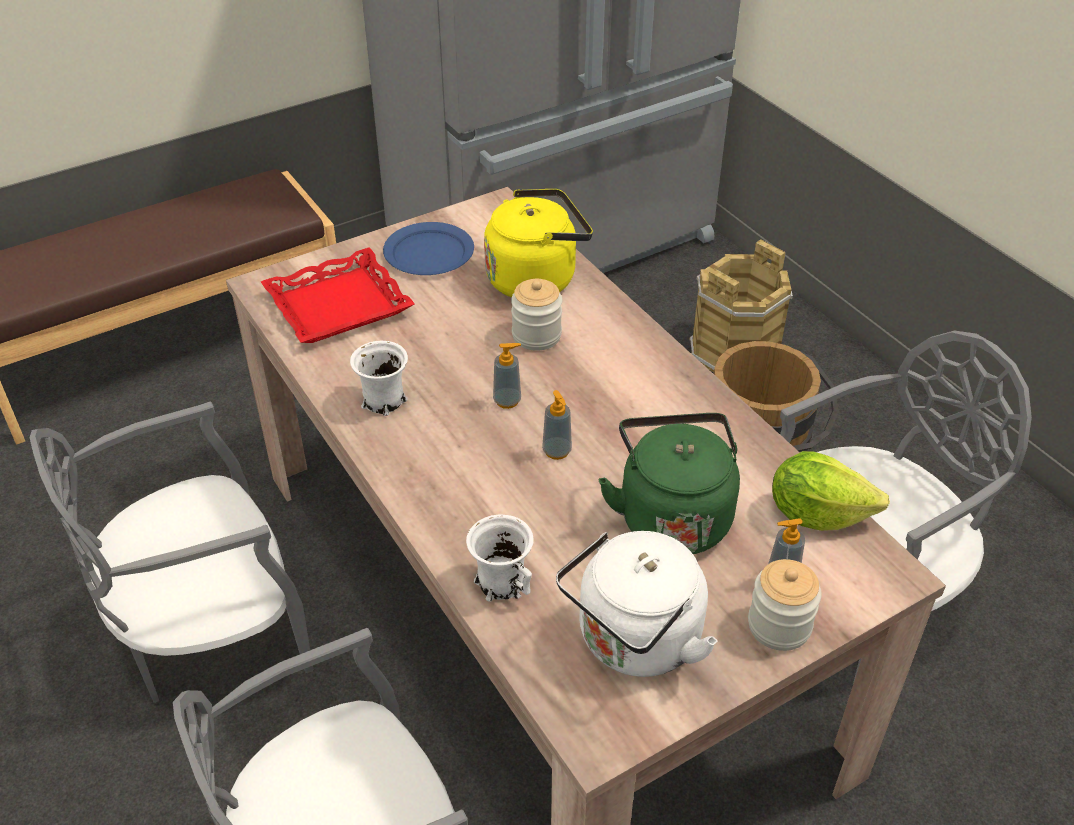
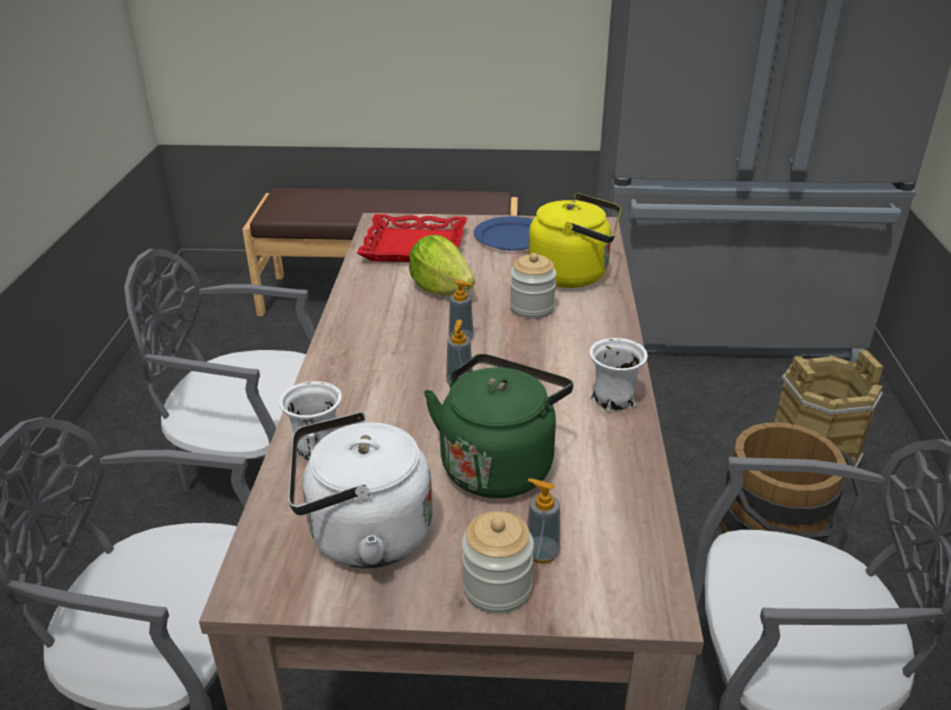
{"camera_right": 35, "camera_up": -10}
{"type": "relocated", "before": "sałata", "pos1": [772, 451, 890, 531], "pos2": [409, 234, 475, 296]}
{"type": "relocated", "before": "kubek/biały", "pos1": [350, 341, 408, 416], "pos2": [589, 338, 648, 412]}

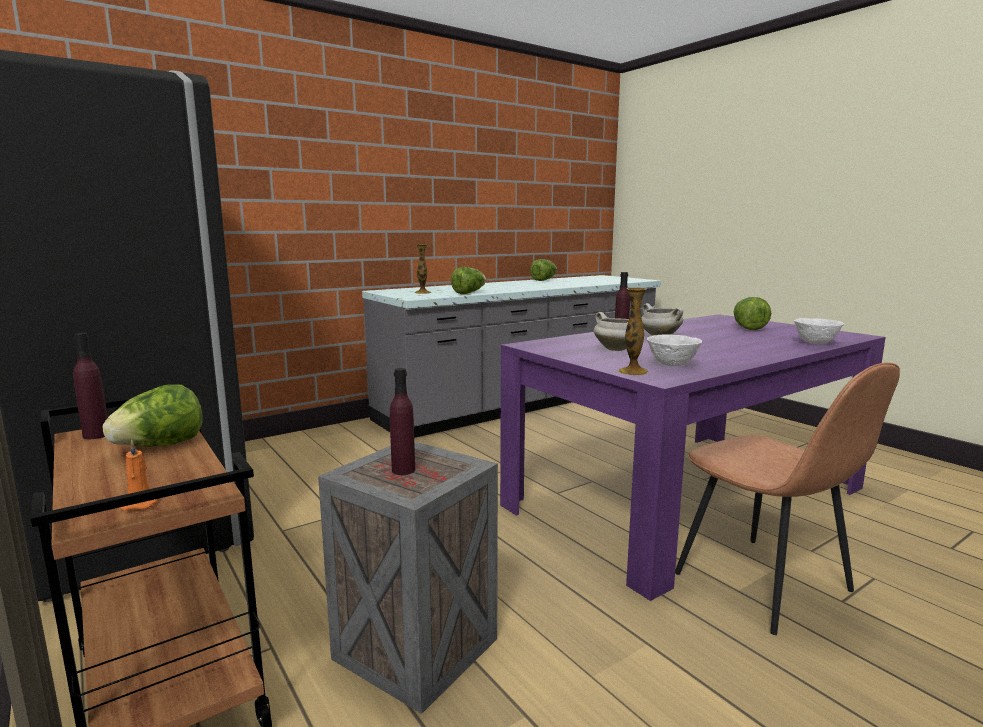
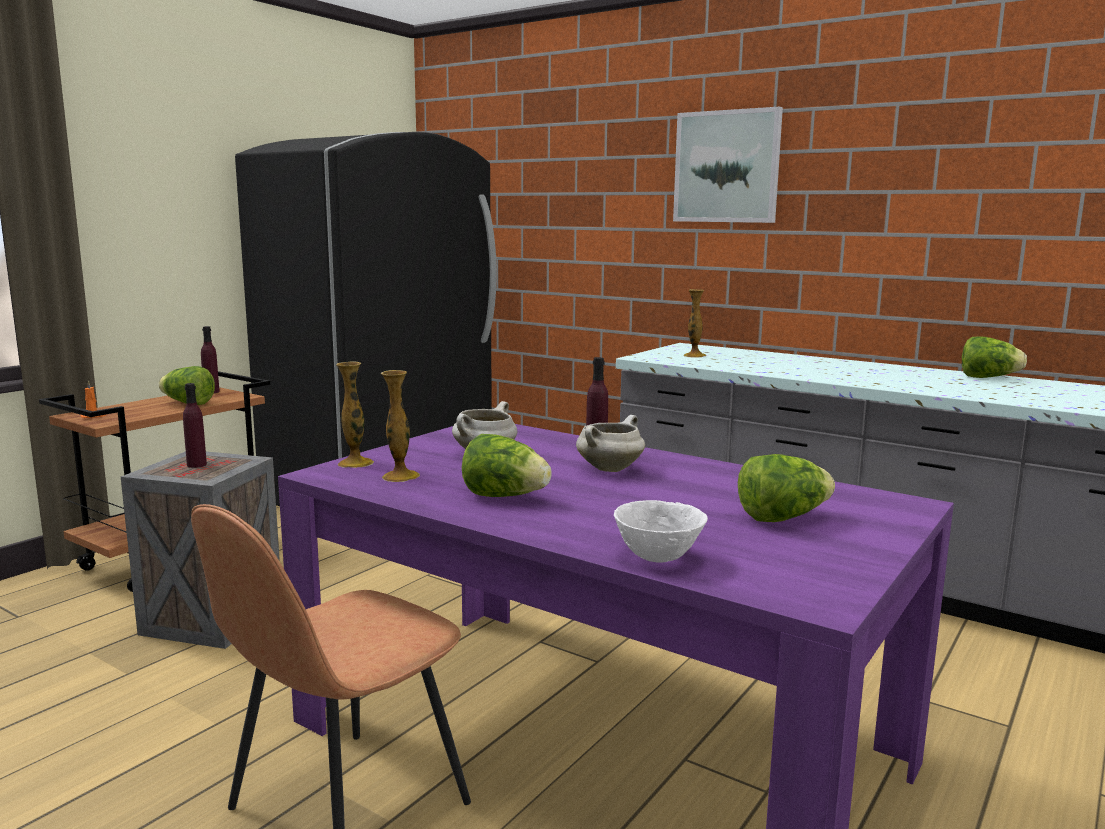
{"camera_right": 70, "camera_up": 0}
{"type": "exchanged", "before": "miska/biały", "after": "wazon", "pos1": [647, 334, 702, 366], "pos2": [381, 370, 420, 482]}
{"type": "relocated", "before": "sałata", "pos1": [451, 267, 486, 294], "pos2": [462, 434, 552, 497]}
{"type": "appeared", "after": "obraz", "pos2": [673, 107, 783, 223]}

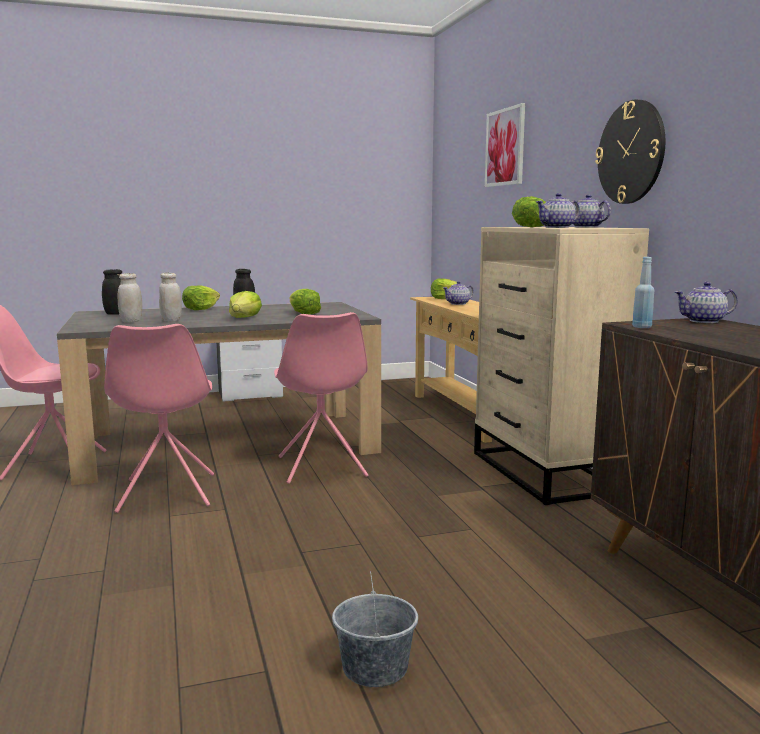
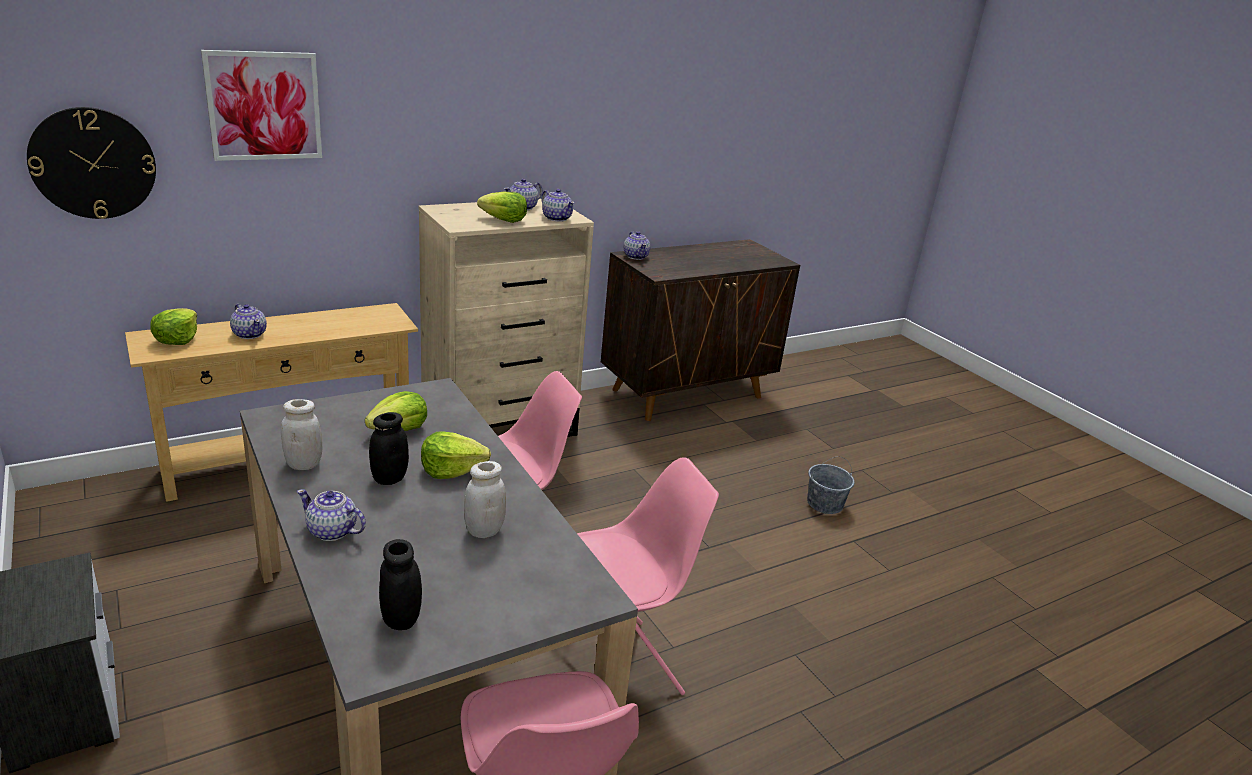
{"camera_right": -105, "camera_up": 15}
{"type": "relocated", "before": "zegar ścienny", "pos1": [595, 100, 665, 204], "pos2": [27, 107, 156, 219]}
{"type": "relocated", "before": "słoik/biały", "pos1": [118, 273, 142, 323], "pos2": [281, 399, 322, 470]}
{"type": "exchanged", "before": "sałata", "after": "imbryk", "pos1": [182, 286, 220, 310], "pos2": [297, 489, 366, 541]}
{"type": "missing", "before": "butelka/niebieski", "pos1": [632, 257, 654, 328]}

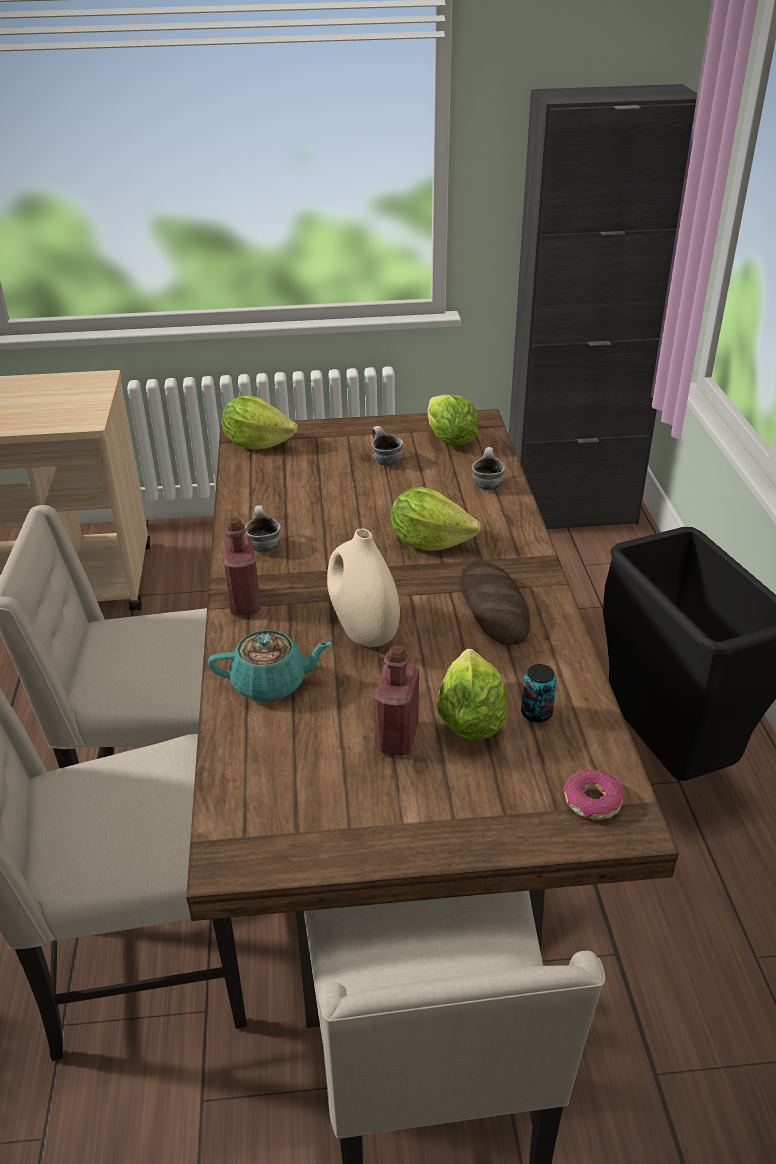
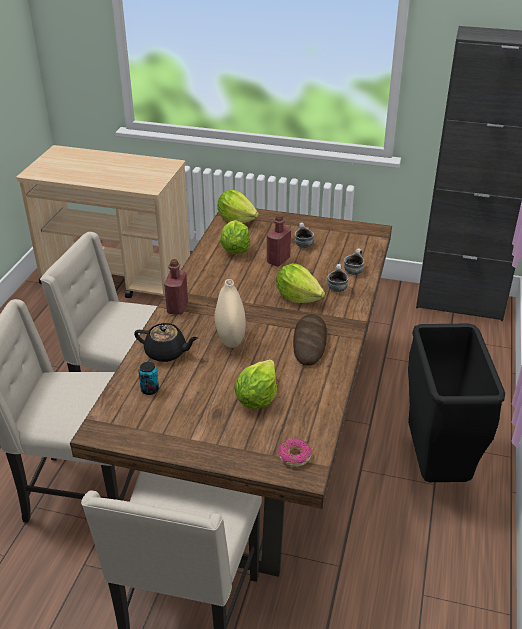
{"camera_right": 20, "camera_up": 0}
{"type": "colour", "before": "imbryk/turkusowy", "after": "imbryk/czarny", "pos1": [208, 630, 331, 701], "pos2": [134, 323, 198, 362]}
{"type": "relocated", "before": "puszka", "pos1": [521, 664, 557, 723], "pos2": [139, 362, 159, 395]}
{"type": "relocated", "before": "sałata", "pos1": [427, 395, 478, 445], "pos2": [220, 220, 250, 254]}
{"type": "relocated", "before": "butelka/czerwony", "pos1": [374, 645, 419, 756], "pos2": [267, 214, 291, 267]}
{"type": "relocated", "before": "kubek", "pos1": [245, 505, 281, 552], "pos2": [327, 264, 349, 292]}

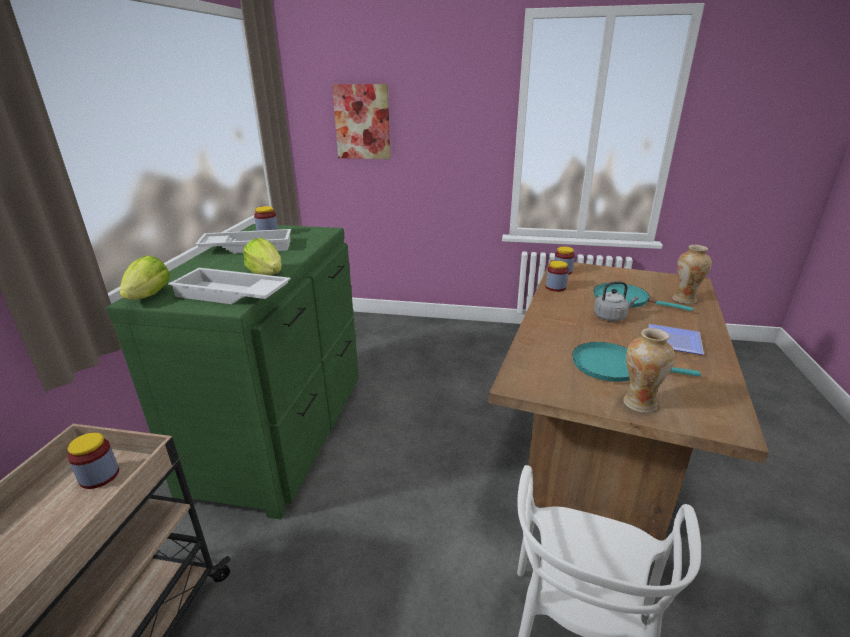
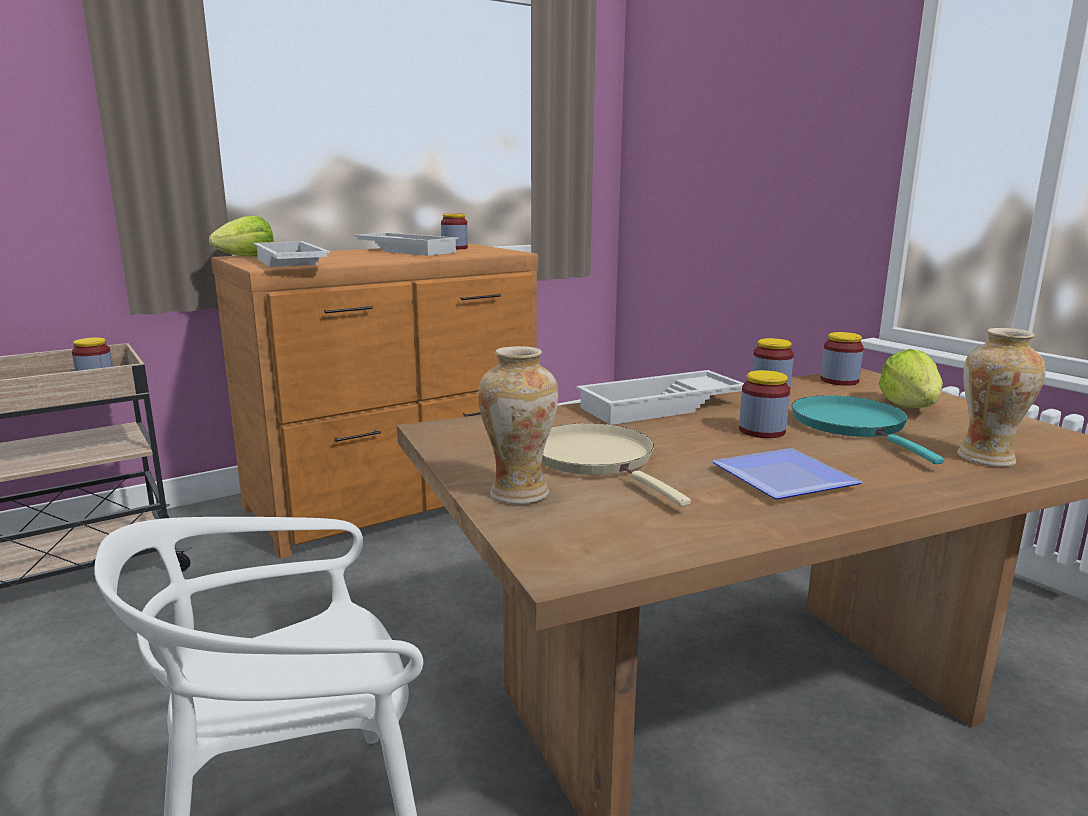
{"camera_right": 45, "camera_up": -10}
{"type": "colour", "before": "komoda/zielony", "after": "komoda/brązowy", "pos1": [106, 224, 359, 520], "pos2": [211, 244, 538, 559]}
{"type": "colour", "before": "patelnia/turkusowy", "after": "patelnia/beżowy", "pos1": [572, 342, 701, 382], "pos2": [542, 423, 691, 507]}
{"type": "appeared", "after": "taca/biały", "pos2": [576, 370, 744, 425]}
{"type": "exchanged", "before": "czajnik/szary", "after": "słoik", "pos1": [594, 281, 638, 321], "pos2": [739, 370, 790, 438]}
{"type": "relocated", "before": "sałata", "pos1": [243, 238, 282, 275], "pos2": [879, 349, 943, 408]}
{"type": "missing", "before": "obraz", "pos1": [332, 84, 391, 159]}

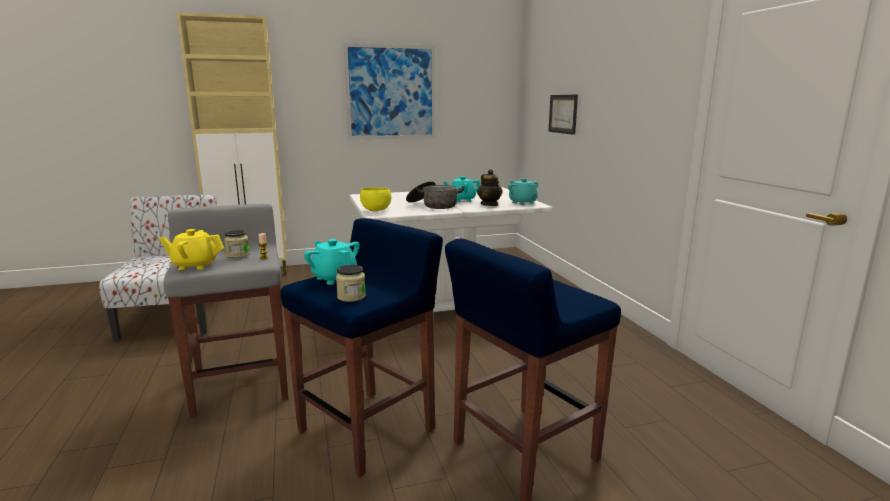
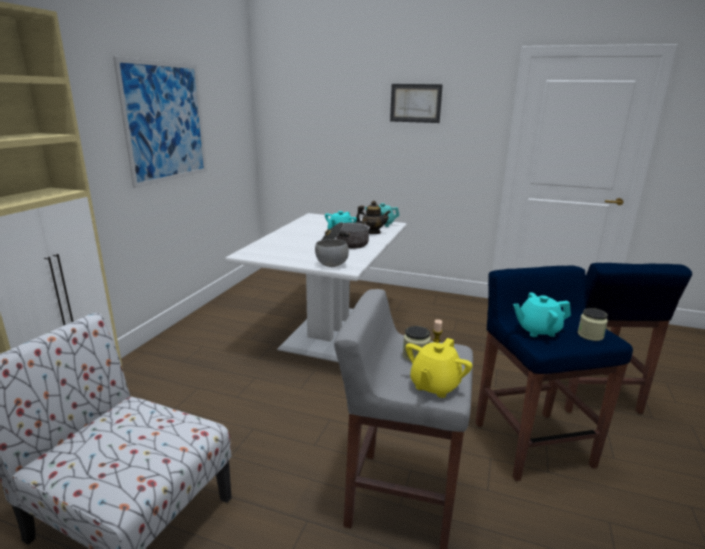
{"camera_right": -55, "camera_up": 5}
{"type": "colour", "before": "miska/żółty", "after": "miska/szary", "pos1": [360, 187, 391, 211], "pos2": [315, 239, 349, 267]}
{"type": "relocated", "before": "obraz", "pos1": [548, 94, 578, 135], "pos2": [390, 84, 443, 123]}

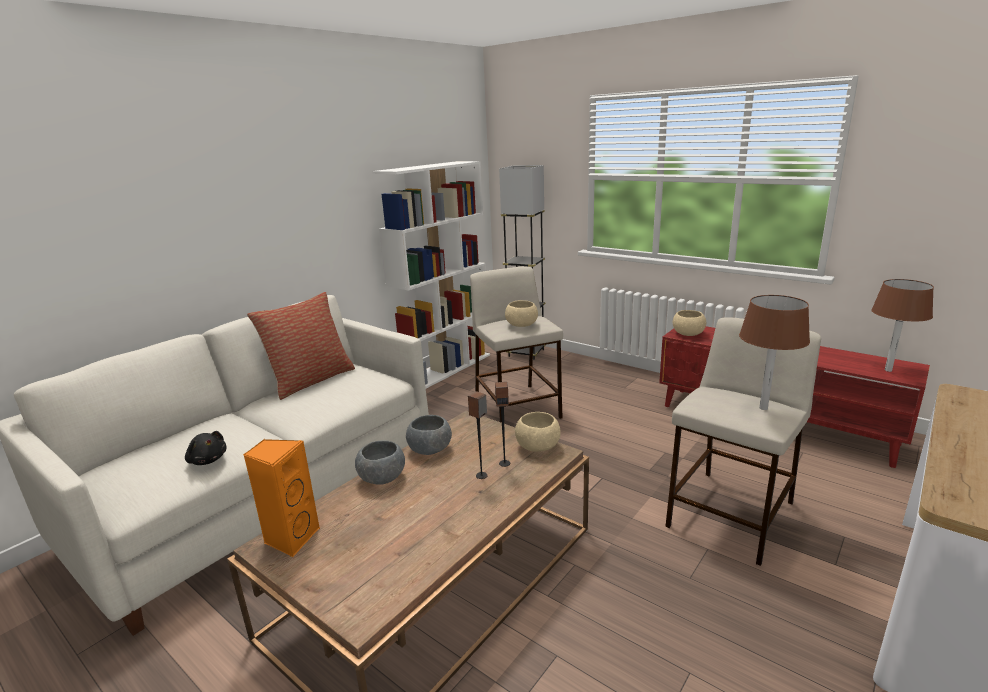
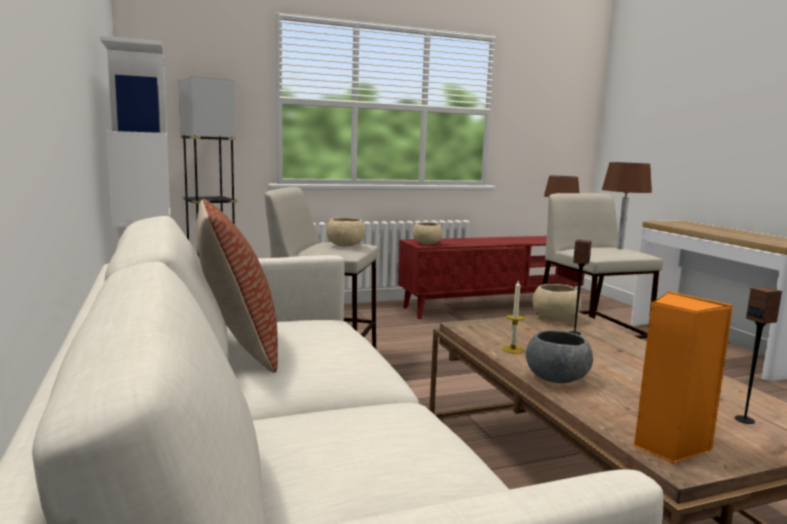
{"camera_right": -60, "camera_up": -10}
{"type": "exchanged", "before": "miska/szary", "after": "świeca", "pos1": [406, 415, 452, 455], "pos2": [502, 281, 525, 354]}
{"type": "relocated", "before": "głośnik", "pos1": [468, 391, 488, 479], "pos2": [735, 287, 782, 424]}
{"type": "missing", "before": "pluszak/czarny", "pos1": [185, 431, 227, 465]}

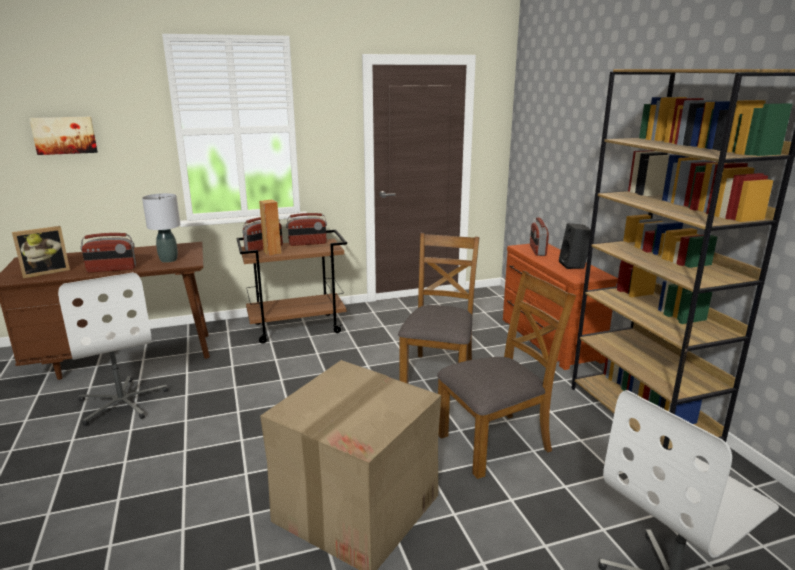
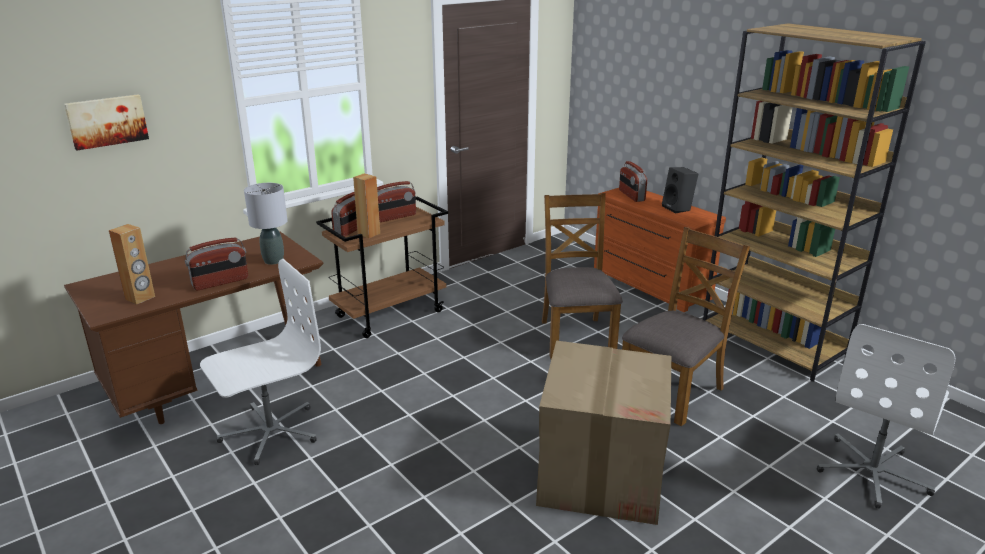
{"camera_right": -20, "camera_up": 5}
{"type": "exchanged", "before": "ramka na zdjęcie", "after": "głośnik/brązowy", "pos1": [12, 226, 70, 278], "pos2": [109, 224, 155, 305]}
{"type": "spun", "before": "krzesło biurowe/biały", "pos1": [58, 273, 168, 426], "pos2": [200, 259, 321, 465], "turn": -75}

